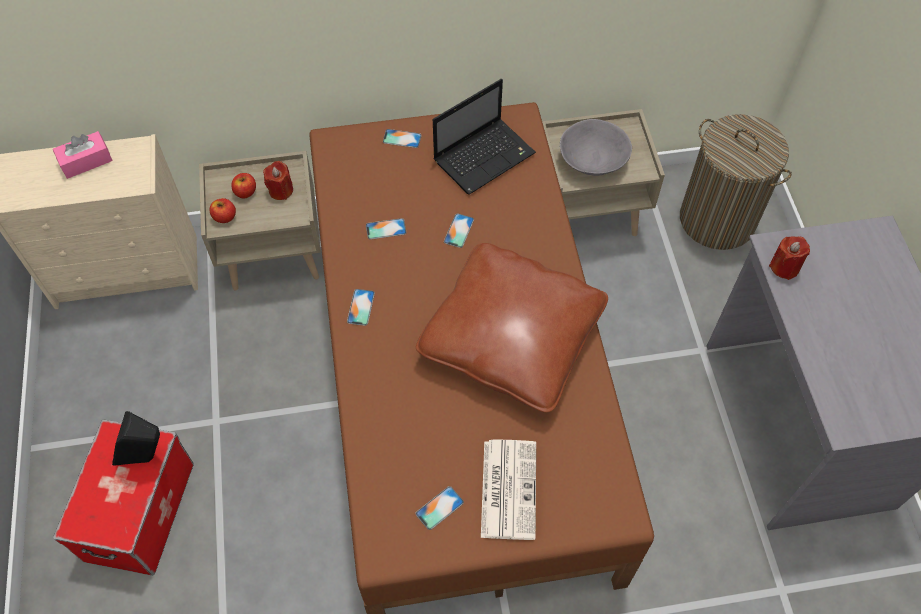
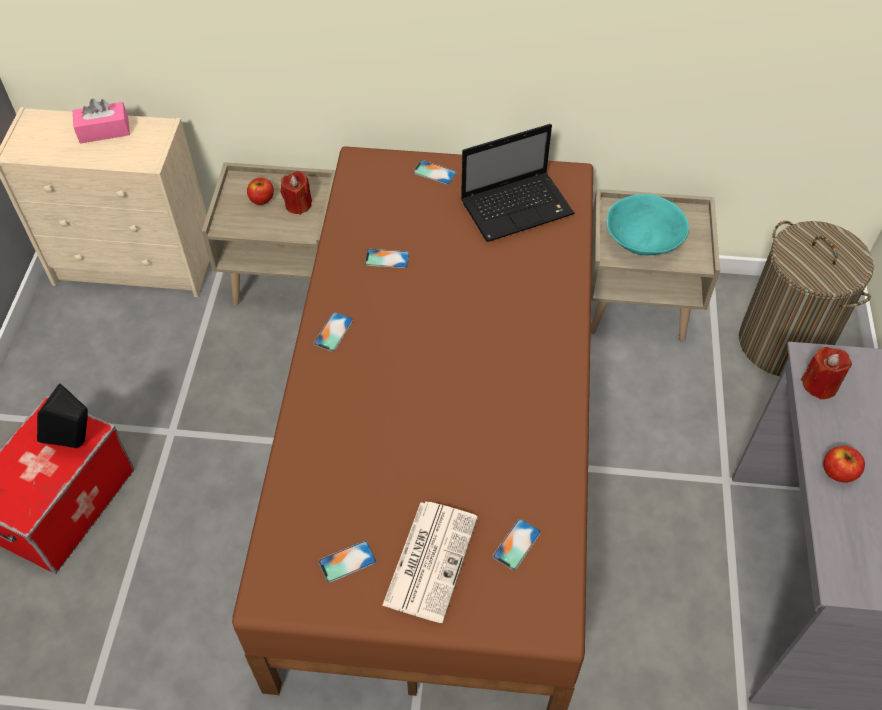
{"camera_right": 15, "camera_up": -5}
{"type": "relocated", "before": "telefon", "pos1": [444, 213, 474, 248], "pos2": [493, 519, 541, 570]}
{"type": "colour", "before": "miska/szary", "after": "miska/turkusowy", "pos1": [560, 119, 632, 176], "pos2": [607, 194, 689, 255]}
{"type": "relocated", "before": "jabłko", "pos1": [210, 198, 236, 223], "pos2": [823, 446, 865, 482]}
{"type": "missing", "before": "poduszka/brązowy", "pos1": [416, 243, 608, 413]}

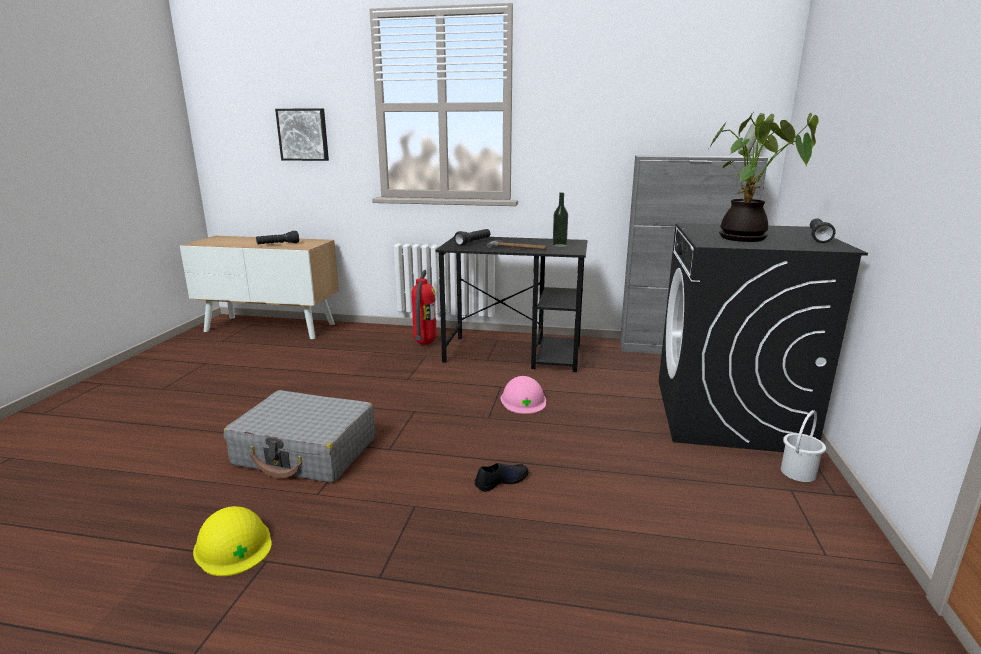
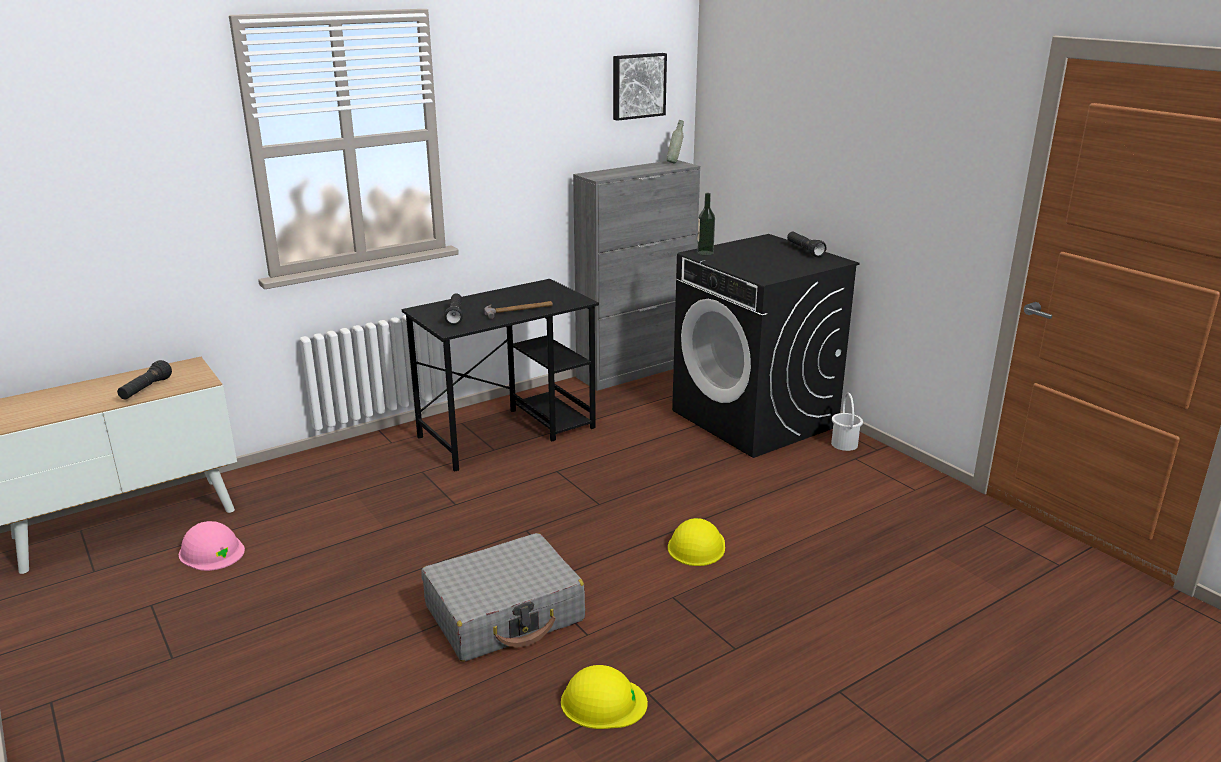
{"camera_right": -45, "camera_up": 5}
{"type": "relocated", "before": "kask/różowy", "pos1": [500, 376, 546, 414], "pos2": [179, 521, 245, 571]}
{"type": "relocated", "before": "obraz", "pos1": [275, 108, 329, 161], "pos2": [613, 53, 667, 121]}
{"type": "exchanged", "before": "but/czarny", "after": "kask/żółty", "pos1": [475, 463, 529, 492], "pos2": [668, 518, 725, 566]}
{"type": "relocated", "before": "butelka", "pos1": [553, 192, 568, 247], "pos2": [697, 193, 715, 255]}
{"type": "missing", "before": "gaśnica", "pos1": [411, 270, 437, 345]}
{"type": "missing", "before": "roślina doniczkowa", "pos1": [709, 112, 819, 242]}

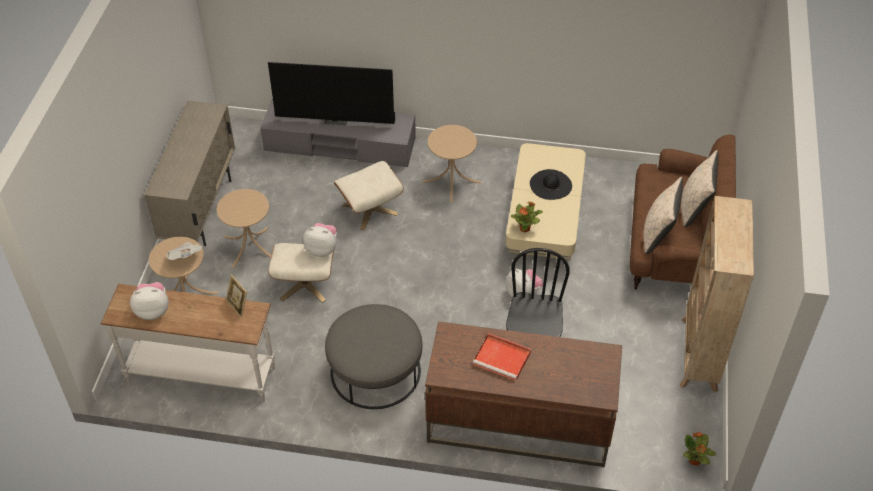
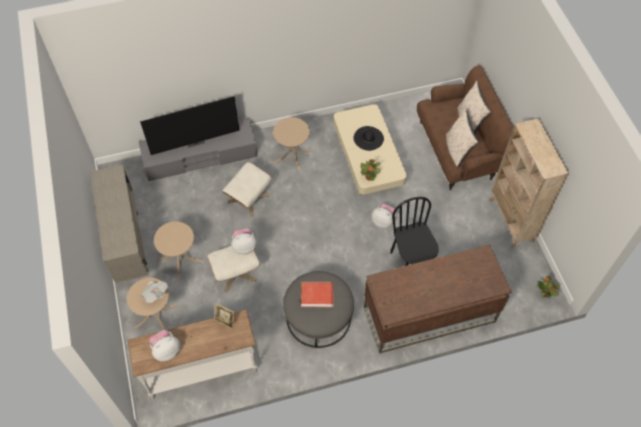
{"camera_right": -25, "camera_up": 10}
{"type": "relocated", "before": "taca/czerwony", "pos1": [473, 333, 531, 381], "pos2": [301, 282, 333, 307]}

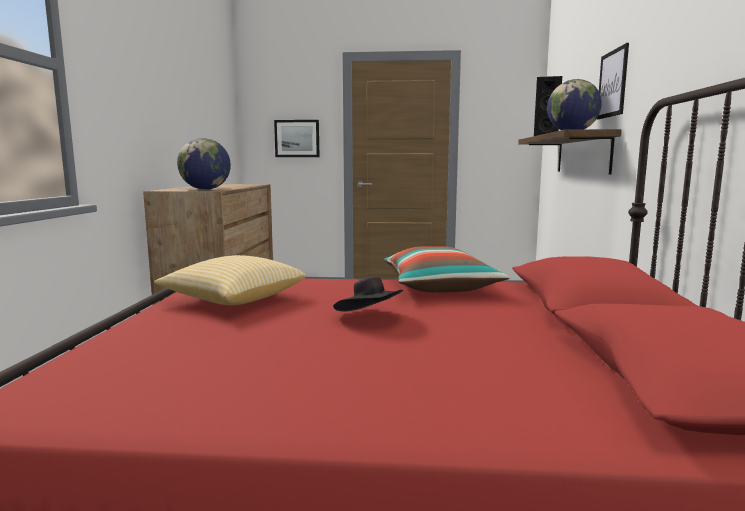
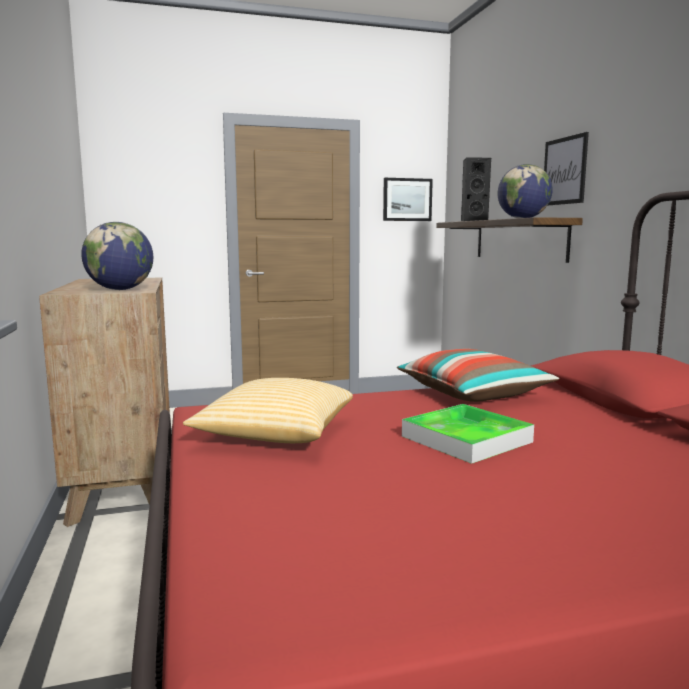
{"camera_right": -20, "camera_up": 0}
{"type": "relocated", "before": "obraz", "pos1": [274, 120, 320, 157], "pos2": [383, 178, 433, 221]}
{"type": "exchanged", "before": "kapelusz/czarny", "after": "taca", "pos1": [333, 277, 404, 311], "pos2": [402, 404, 534, 464]}

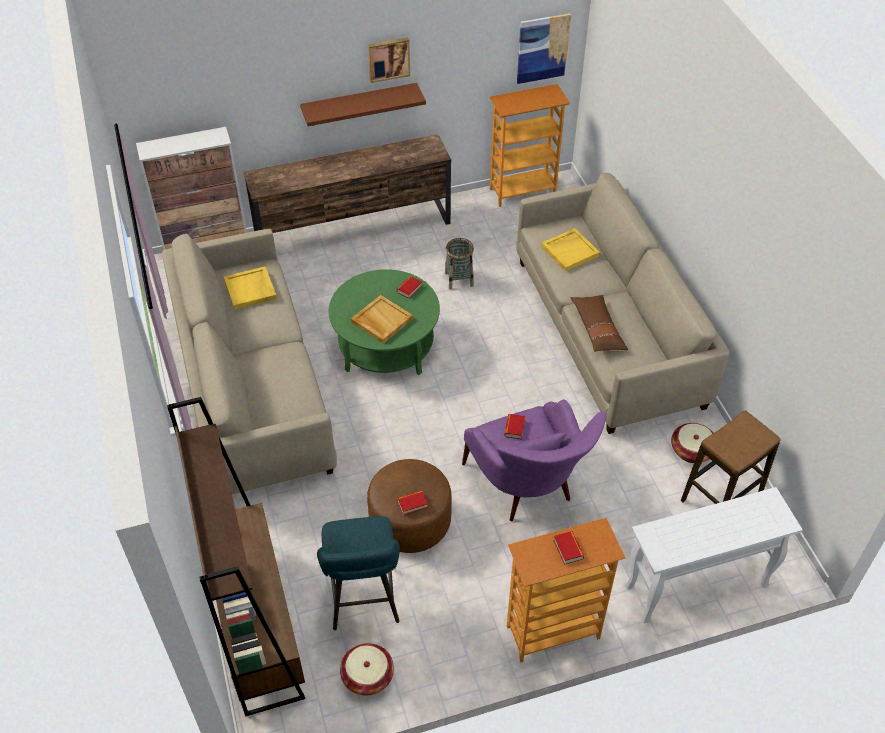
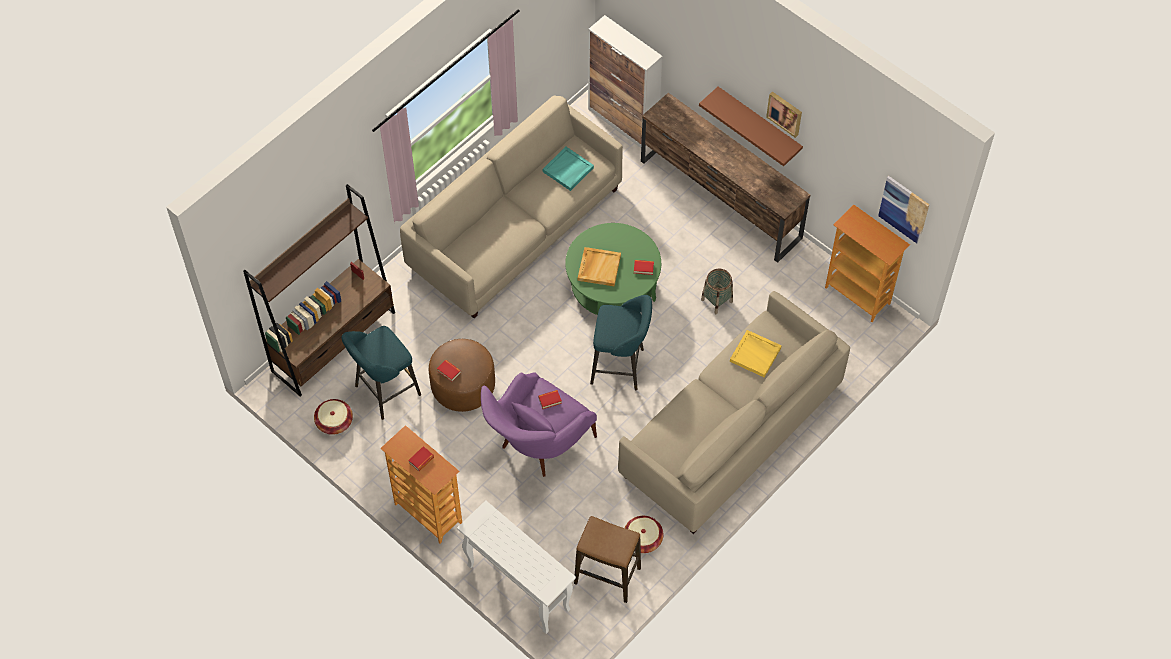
{"camera_right": 60, "camera_up": 10}
{"type": "colour", "before": "taca/żółty", "after": "taca/turkusowy", "pos1": [224, 266, 277, 310], "pos2": [543, 147, 594, 191]}
{"type": "appeared", "after": "stołek/turkusowy", "pos2": [590, 295, 652, 390]}
{"type": "missing", "before": "poduszka/brązowy", "pos1": [570, 295, 628, 352]}

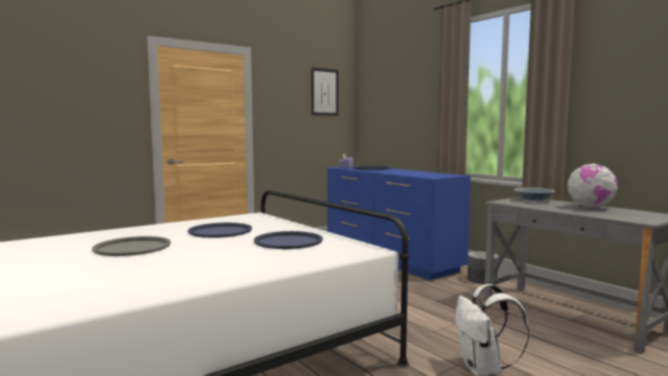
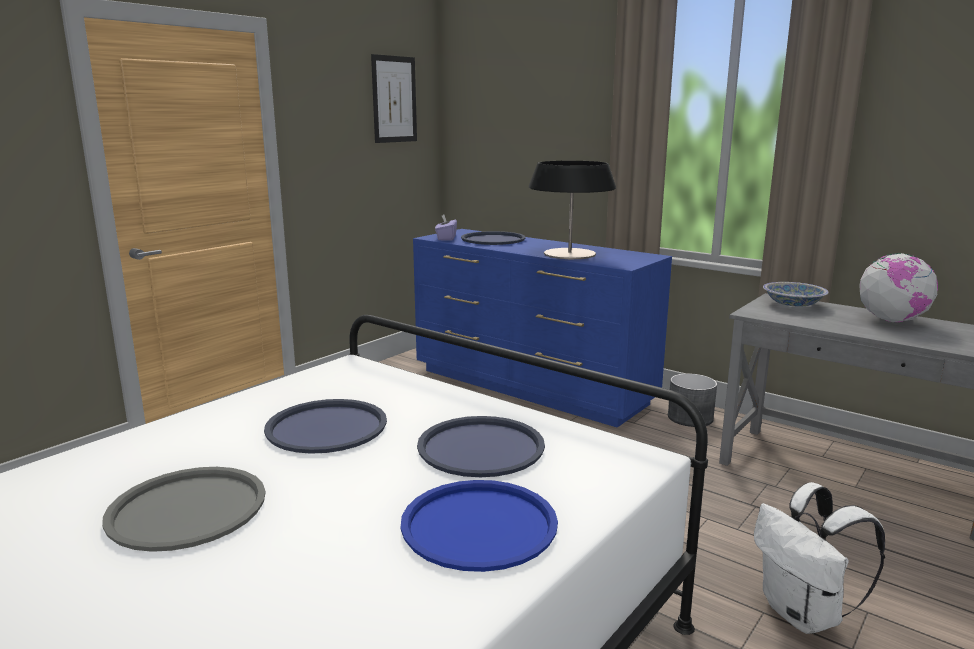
{"camera_right": -15, "camera_up": 10}
{"type": "appeared", "after": "taca/niebieski", "pos2": [401, 480, 558, 572]}
{"type": "appeared", "after": "lampa stołowa", "pos2": [529, 161, 616, 259]}

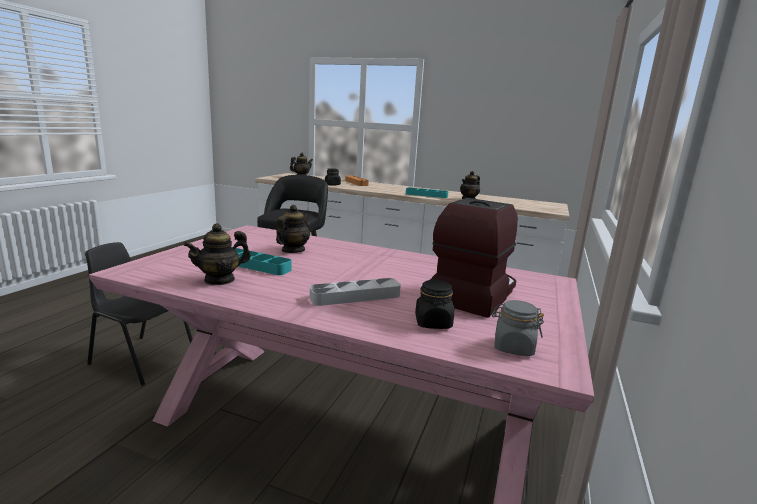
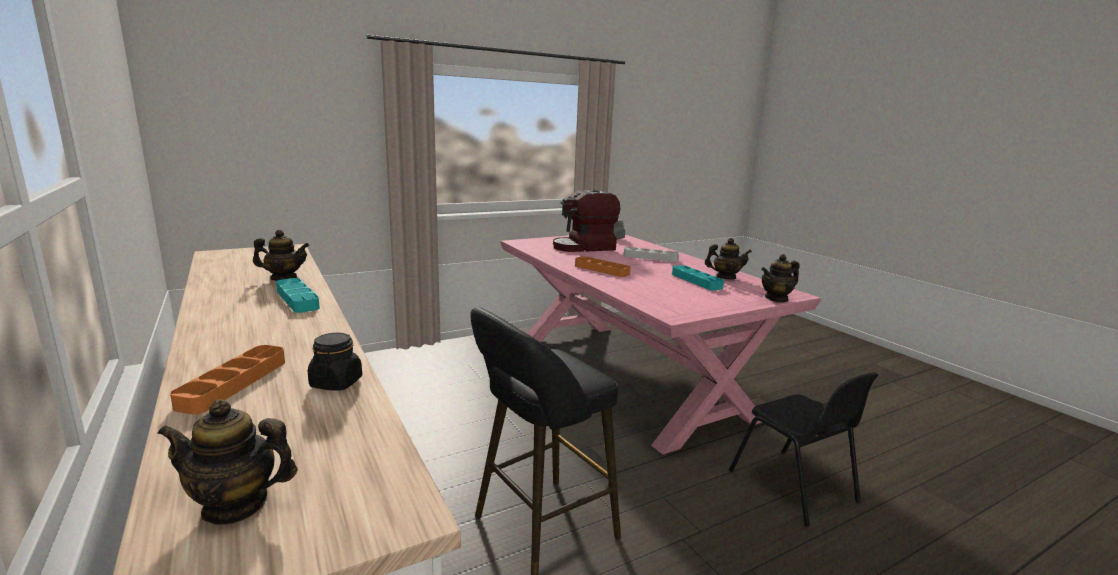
{"camera_right": -140, "camera_up": 0}
{"type": "appeared", "after": "taca/pomarańczowy", "pos2": [575, 256, 630, 277]}
{"type": "relocated", "before": "imbryk", "pos1": [276, 205, 310, 253], "pos2": [761, 254, 800, 302]}
{"type": "missing", "before": "słoik/czarny", "pos1": [415, 279, 454, 329]}

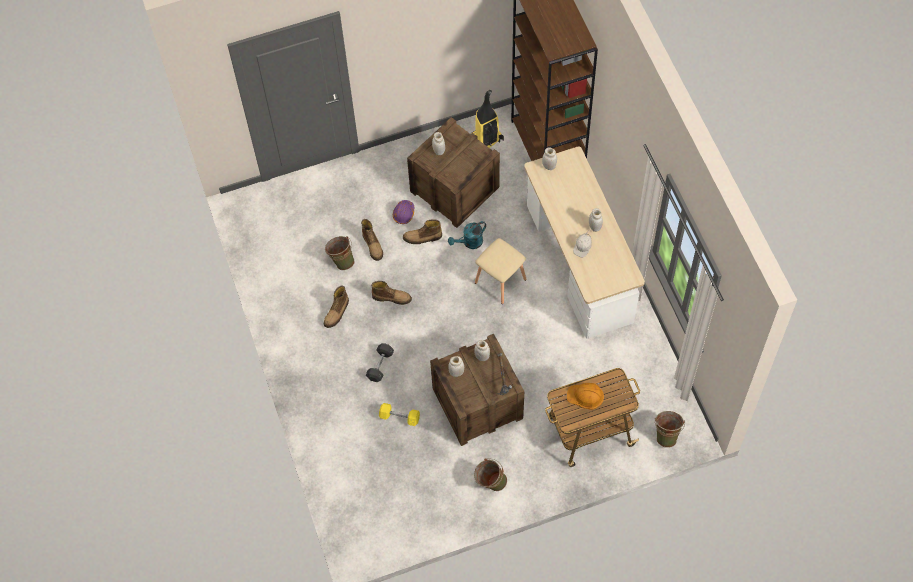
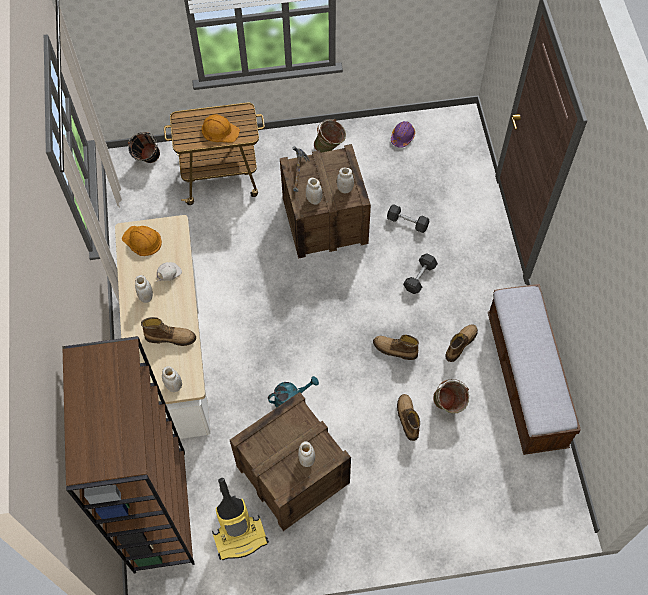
{"camera_right": -170, "camera_up": 0}
{"type": "appeared", "after": "kask/pomarańczowy", "pos2": [122, 226, 162, 256]}
{"type": "colour", "before": "wiadro/zielony", "after": "wiadro/czarny", "pos1": [655, 411, 685, 448], "pos2": [128, 132, 160, 163]}
{"type": "relocated", "before": "but z cholewką", "pos1": [403, 219, 442, 244], "pos2": [141, 317, 196, 346]}
{"type": "colour", "before": "hantel/żółty", "after": "hantel/szary", "pos1": [379, 403, 420, 426], "pos2": [387, 204, 430, 233]}
{"type": "relocated", "before": "kask/fioletowy", "pos1": [393, 200, 414, 224], "pos2": [391, 121, 415, 148]}
{"type": "appeared", "after": "ławka", "pos2": [488, 284, 581, 455]}
{"type": "missing", "before": "stołek/beżowy", "pos1": [475, 238, 527, 304]}

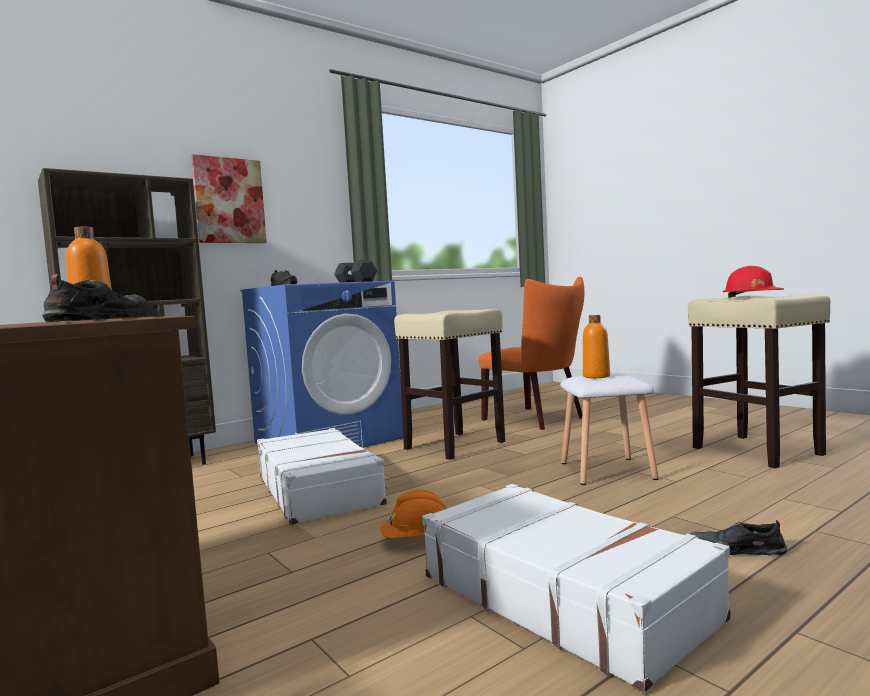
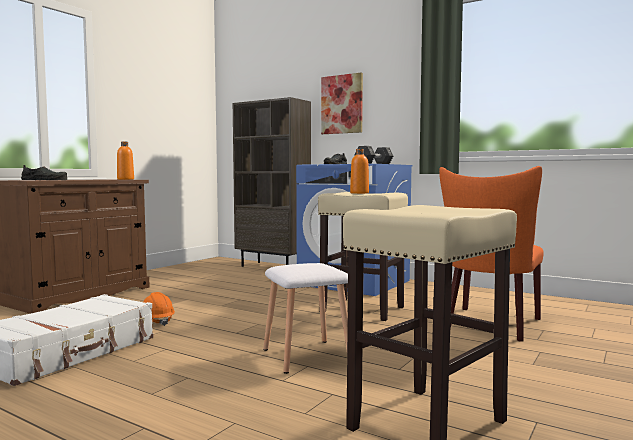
{"camera_right": 70, "camera_up": 0}
{"type": "relocated", "before": "butelka/pomarańczowy", "pos1": [583, 315, 610, 378], "pos2": [350, 149, 369, 194]}
{"type": "missing", "before": "walizka/biały", "pos1": [257, 428, 388, 525]}
{"type": "missing", "before": "but/czarny", "pos1": [691, 520, 787, 556]}
{"type": "missing", "before": "kask/czerwony", "pos1": [723, 266, 784, 297]}

